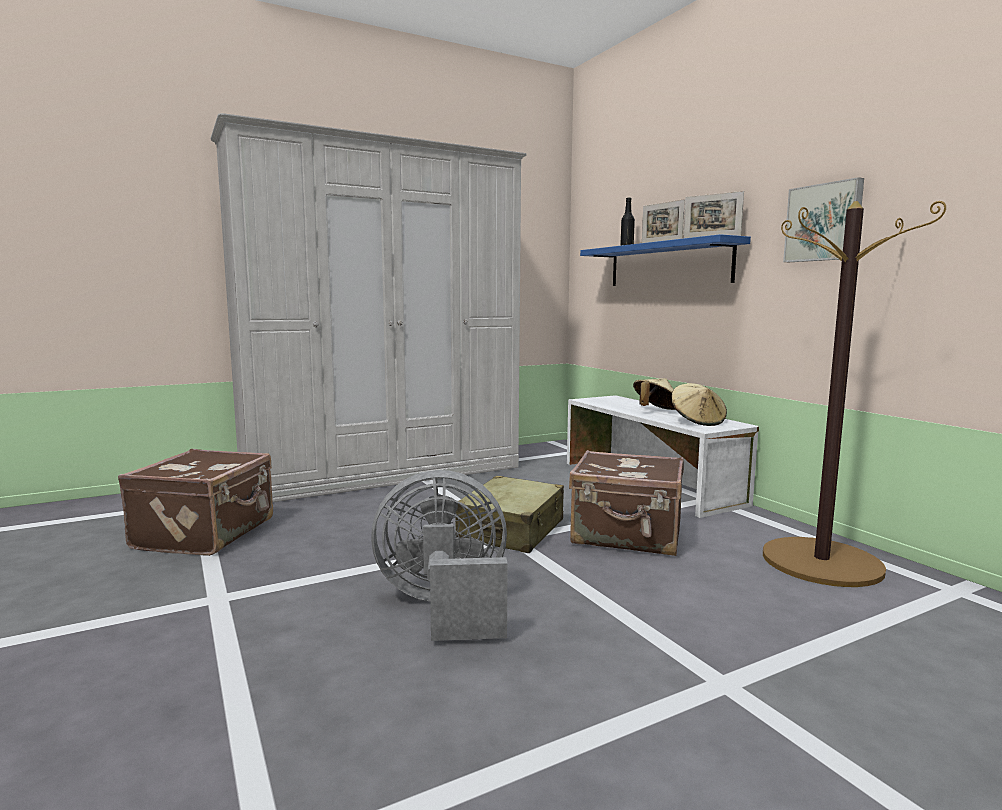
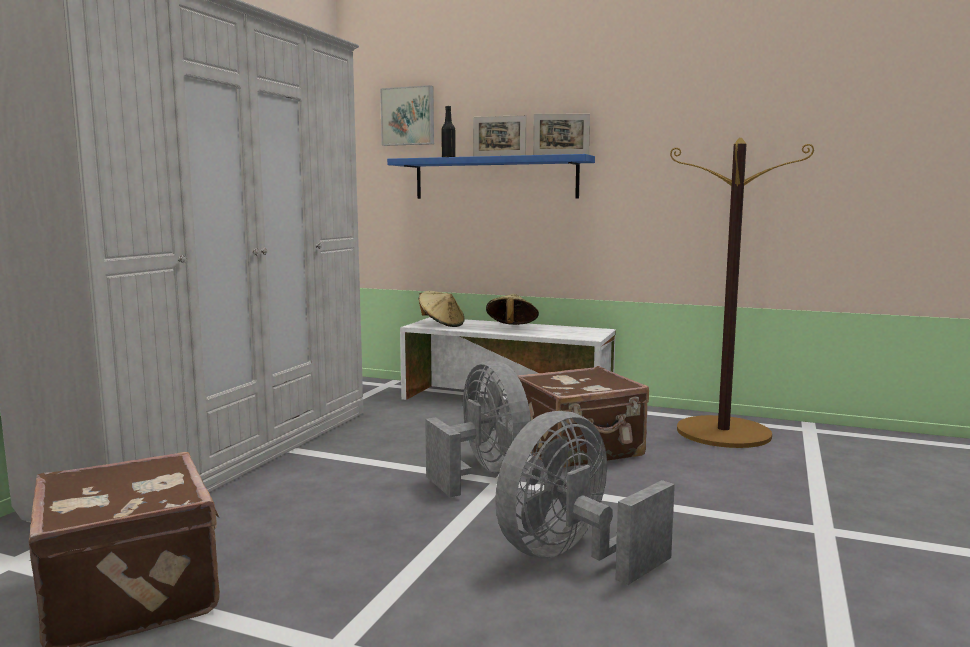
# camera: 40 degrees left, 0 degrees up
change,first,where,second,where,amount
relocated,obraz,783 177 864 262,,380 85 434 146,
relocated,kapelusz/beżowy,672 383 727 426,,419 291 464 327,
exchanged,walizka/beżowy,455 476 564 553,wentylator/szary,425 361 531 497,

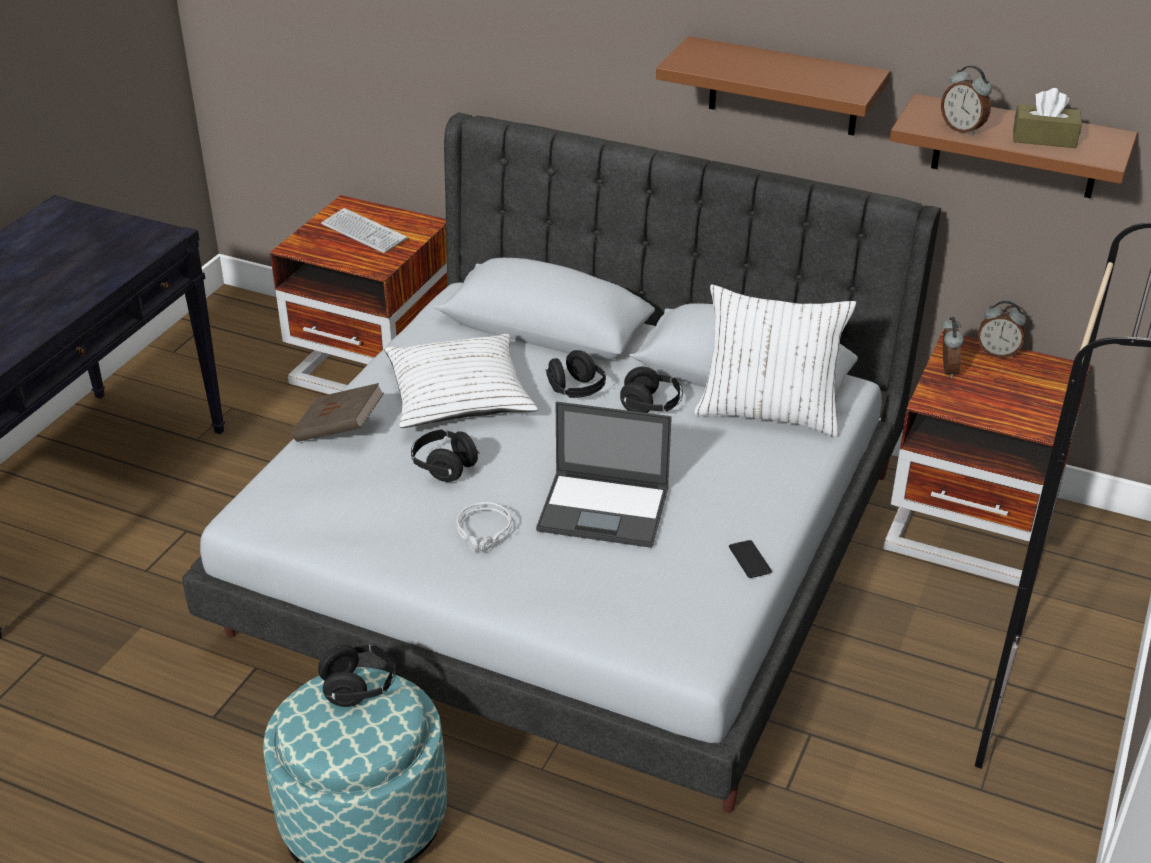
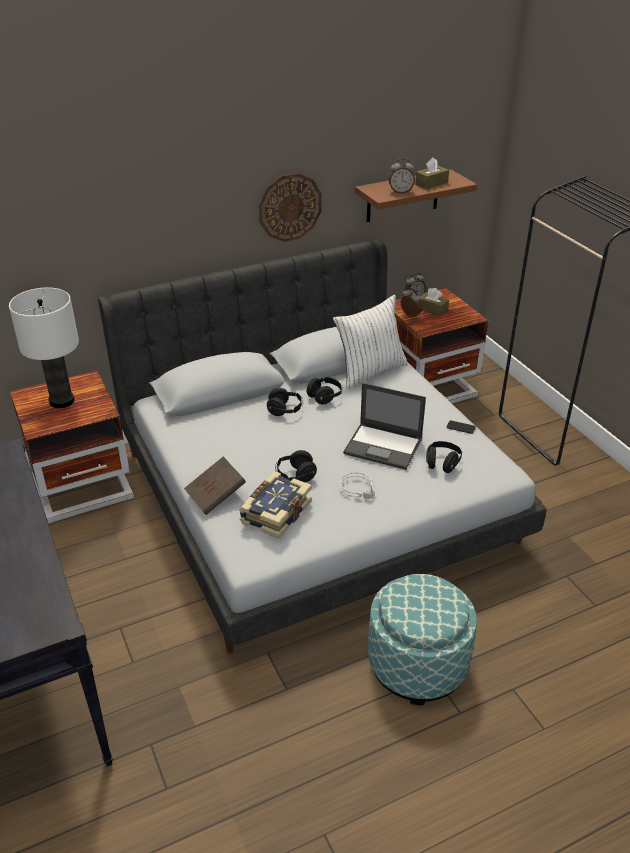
# camera: 50 degrees left, 0 degrees up
change,first,where,second,where,amount
exchanged,półka/brązowy,656 36 890 136,zegar ścienny,259 173 322 242,
exchanged,klawiatura,321 208 407 253,lampa stołowa/biały,9 287 79 408,
missing,poduszka/biały,384 333 538 428,,,
spun,laptop,536 402 672 548,,343 383 426 470,60 degrees clockwise
relocated,słuchawki/czarny,318 645 396 707,,426 441 462 473,
appeared,,,pudełko chusteczek/brązowy,420 288 449 317,
appeared,,,książka,239 471 312 539,

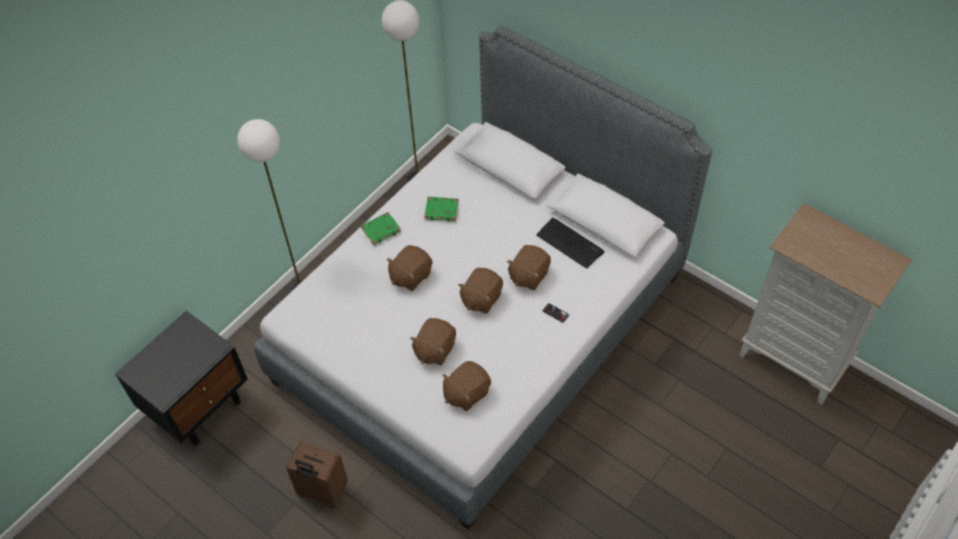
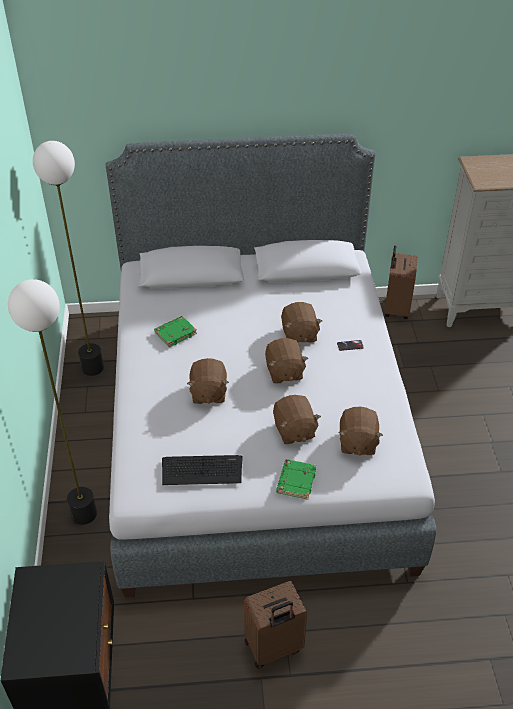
# camera: 45 degrees left, 10 degrees down
change,first,where,second,where,amount
relocated,książka/zielony,361 212 401 245,,276 460 316 500,
relocated,klawiatura,536 217 605 269,,162 455 243 485,
appeared,,,walizka/brązowy,384 245 418 319,

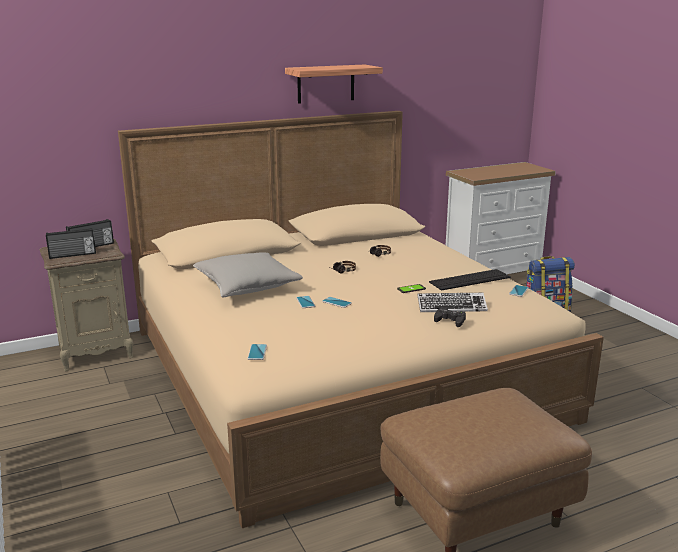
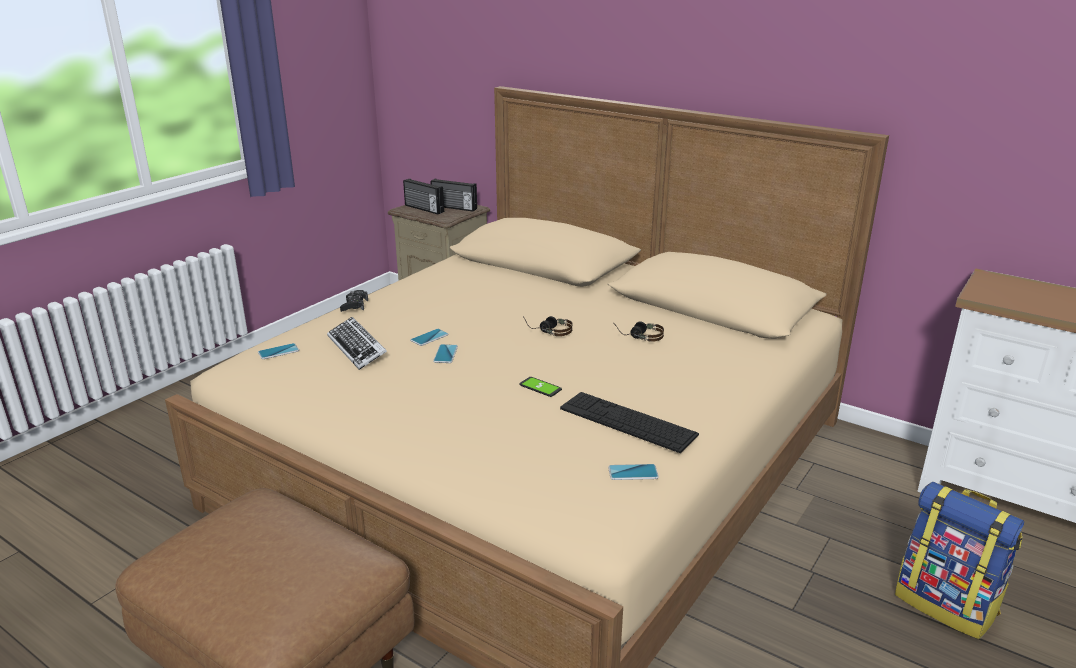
# camera: 60 degrees right, 5 degrees up
change,first,where,second,where,amount
missing,półka,285 64 383 104,,,
missing,poduszka/szary,193 253 303 297,,,
relocated,klawiatura,417 293 488 312,,327 317 387 370,
relocated,pad do gier/czarny,434 307 466 327,,340 290 368 312,

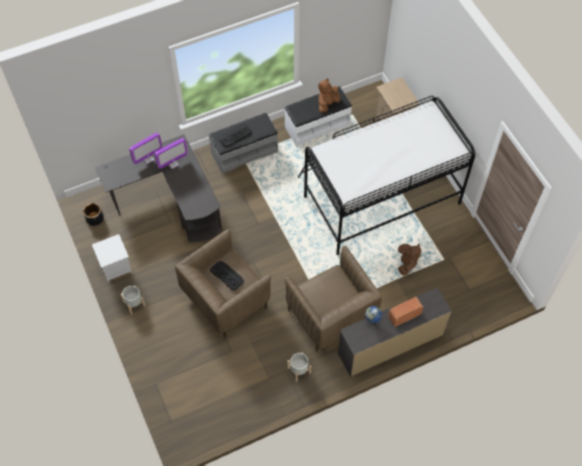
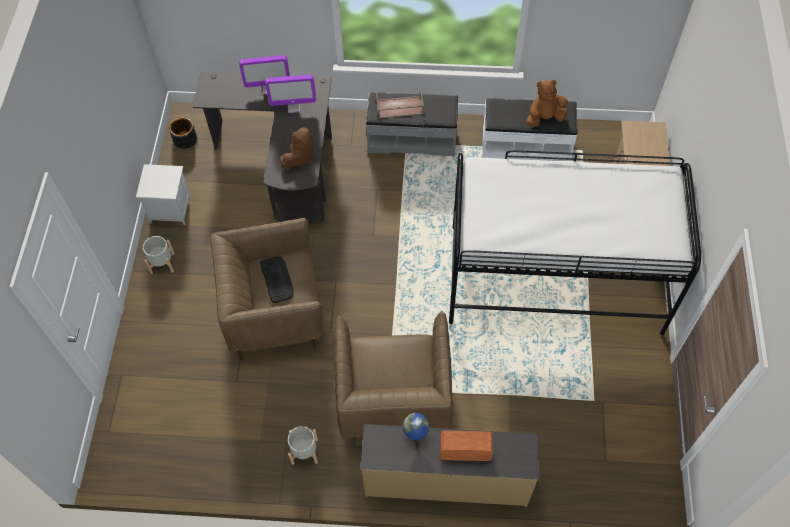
# camera: 30 degrees right, 0 degrees up
change,first,where,second,where,amount
exchanged,klawiatura,219 124 251 147,taca/brązowy,376 88 424 119,
relocated,pluszak/brązowy,398 244 421 276,,280 127 314 169,

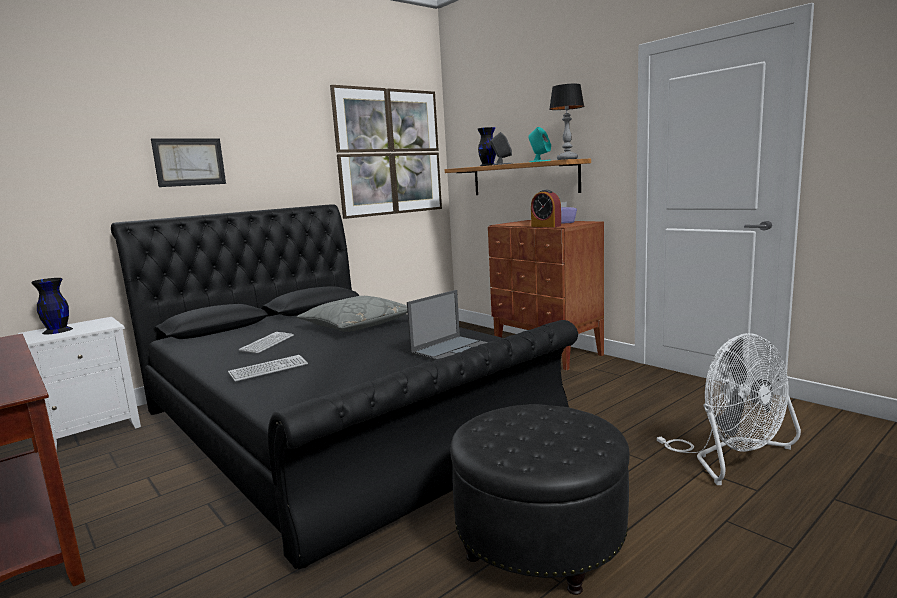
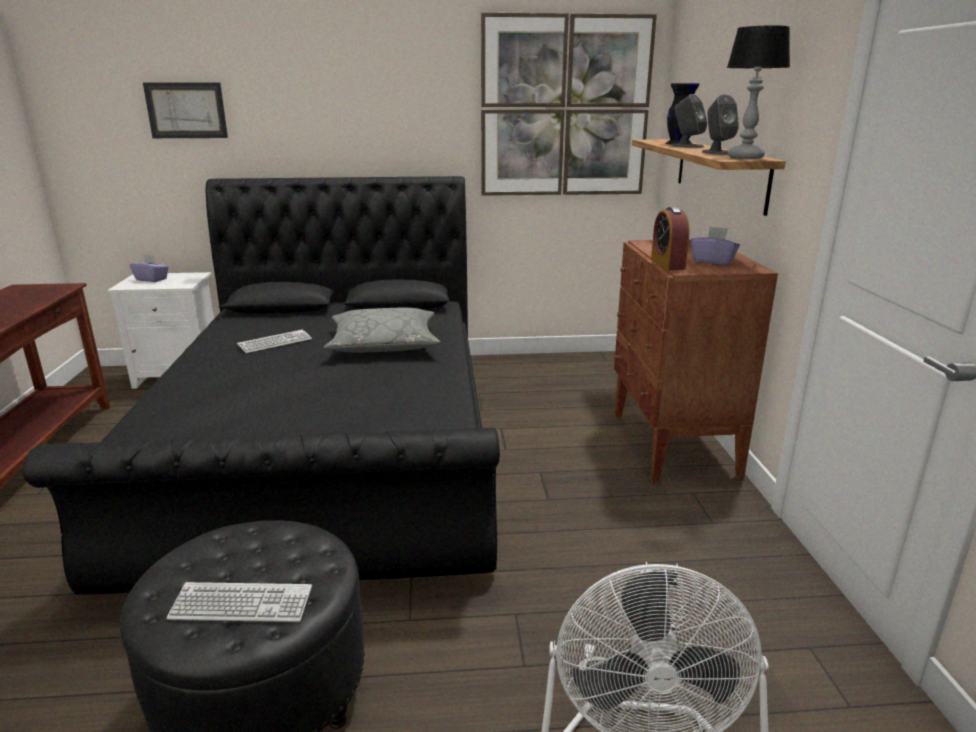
# camera: 35 degrees right, 10 degrees up
change,first,where,second,where,amount
colour,głośnik/turkusowy,528 127 551 162,głośnik/szary,702 94 739 155,
relocated,obraz,151 138 226 187,,143 82 228 138,
exchanged,wazon/czarny,31 278 73 334,pudełko chusteczek/fioletowy,130 254 169 282,
missing,laptop,407 290 488 360,,,
relocated,klawiatura,228 355 308 382,,166 582 312 622,

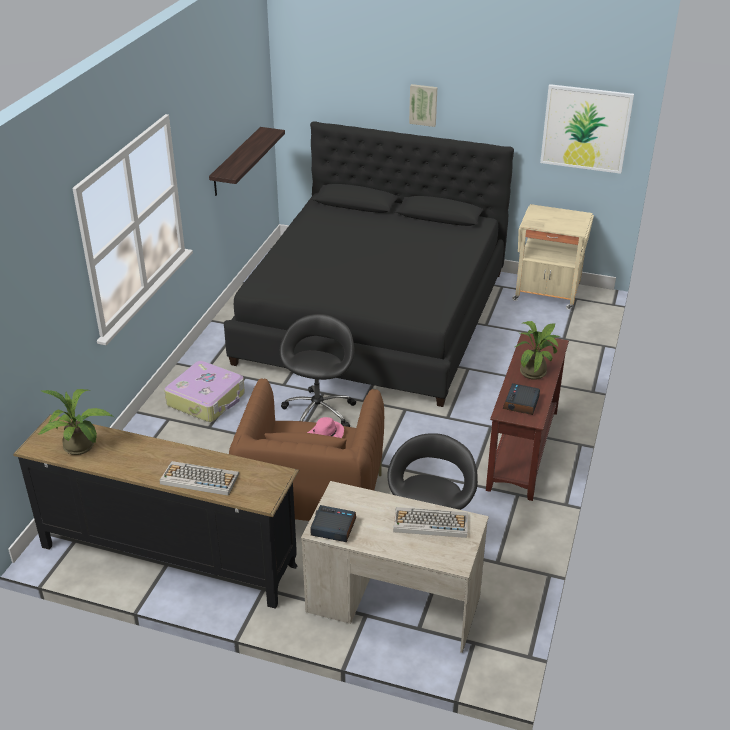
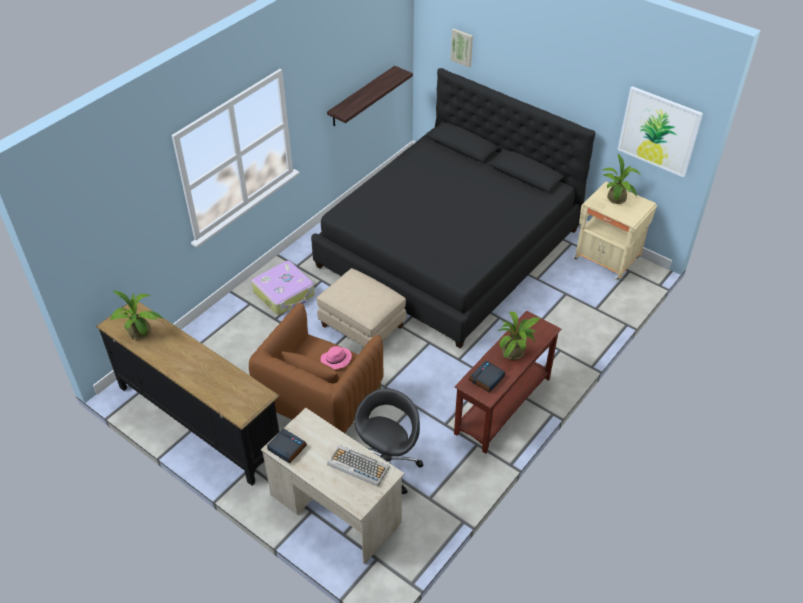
# camera: 20 degrees right, 10 degrees up
change,first,where,second,where,amount
relocated,obraz,409 84 437 127,,451 29 473 68,
exchanged,krzesło biurowe/czarny,280 314 356 427,pufa/beżowy,317 268 407 347,
missing,klawiatura,160 461 239 496,,,
appeared,,,roślina doniczkowa,601 154 641 204,

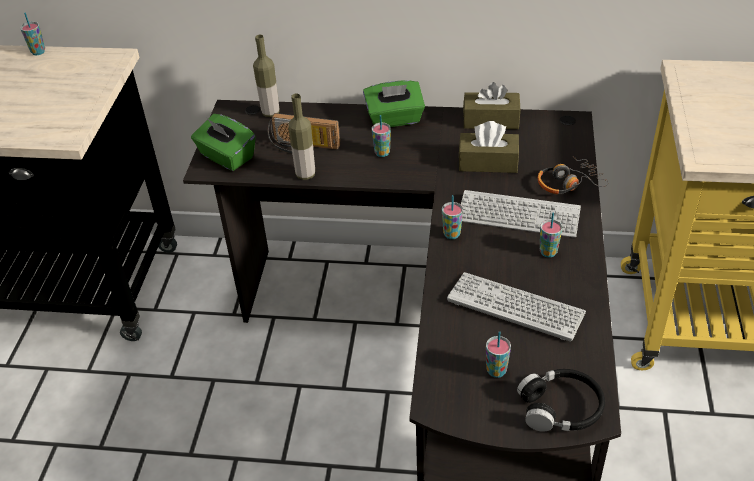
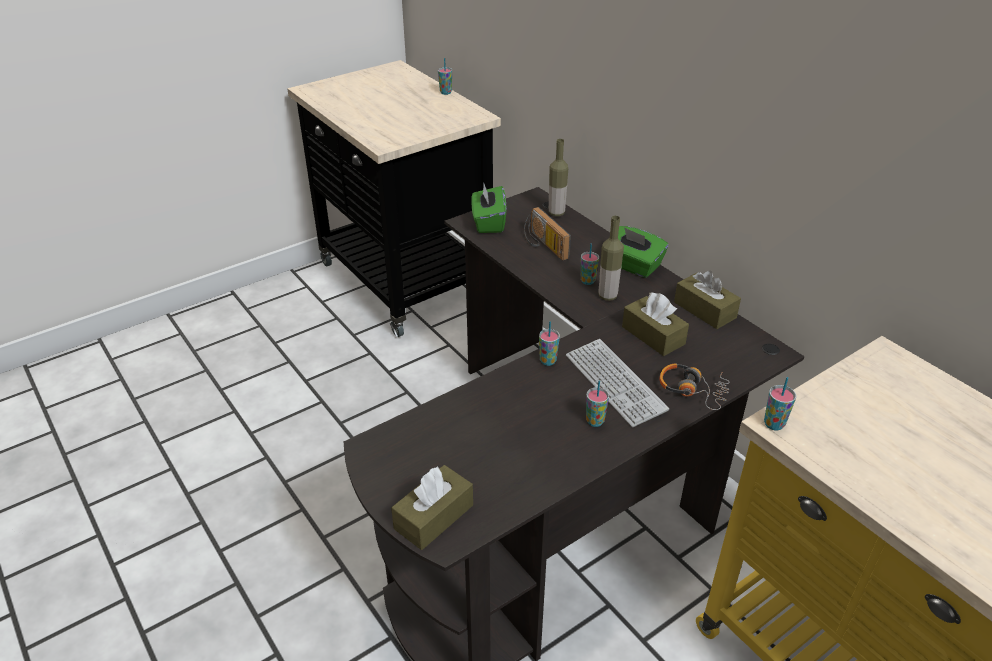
# camera: 45 degrees right, 5 degrees down
change,first,where,second,where,amount
relocated,butelka,288 94 315 180,,598 216 624 301,
missing,klawiatura,447 272 586 341,,,
relocated,filiżanka,486 331 511 378,,764 377 796 430,
exchanged,słuchawki/czarny,517 369 605 432,pudełko chusteczek/brązowy,391 465 473 550,

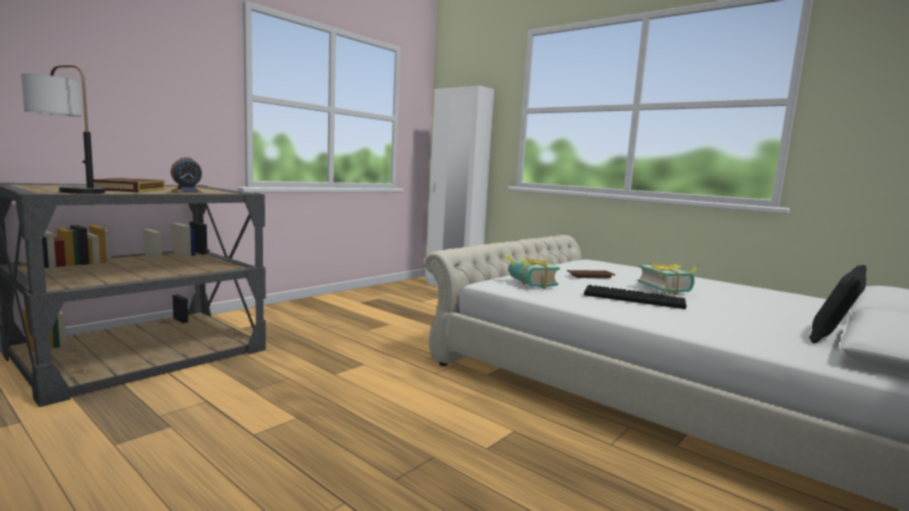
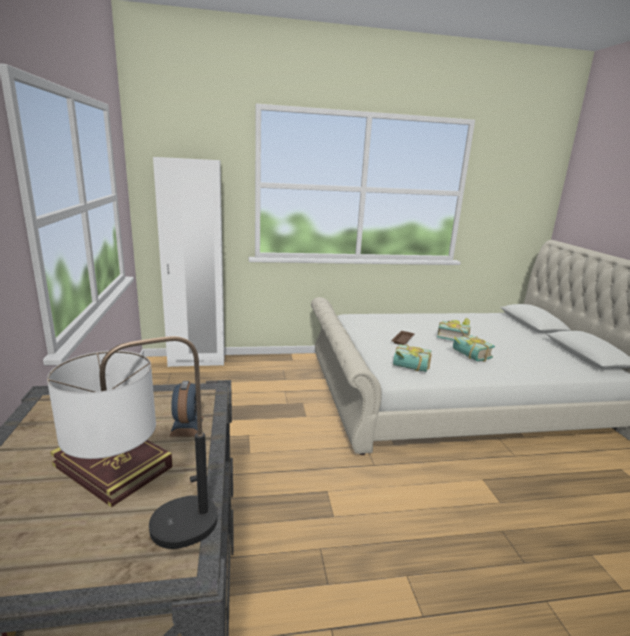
# camera: 50 degrees left, 10 degrees up
change,first,where,second,where,amount
missing,poduszka/czarny,809 265 867 343,,,
exchanged,klawiatura,584 285 686 309,książka,453 335 495 362,

